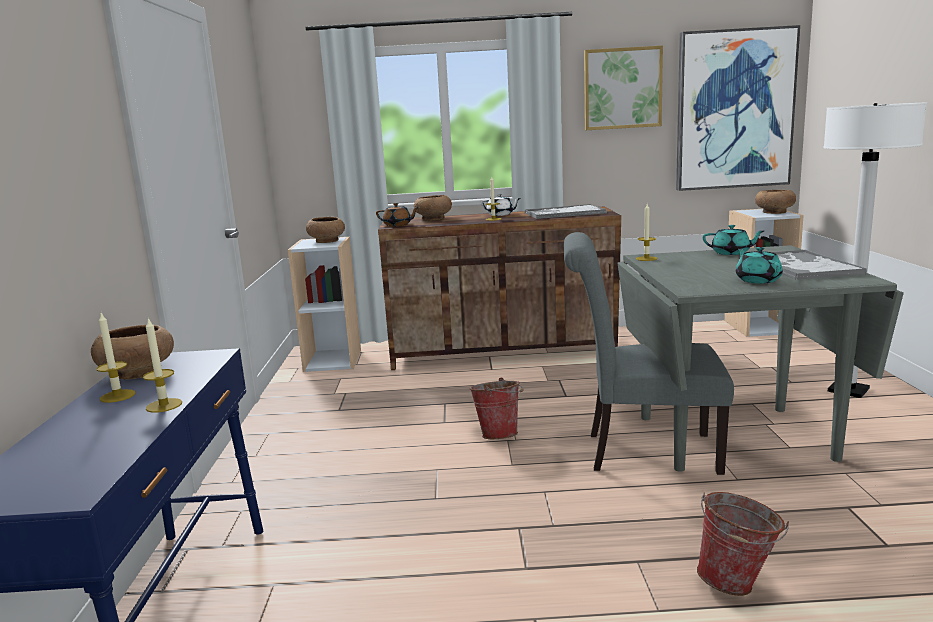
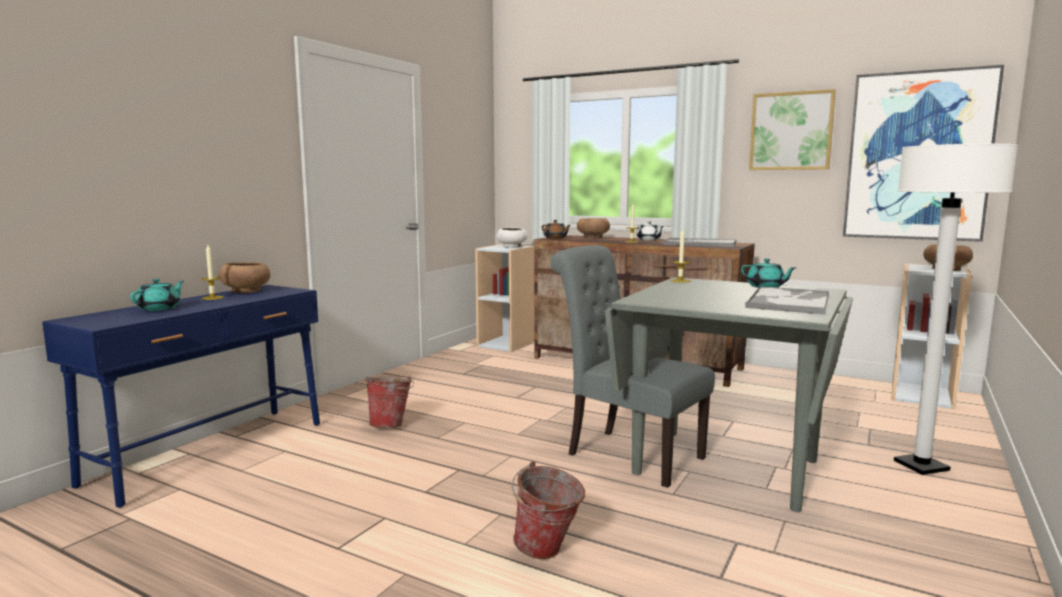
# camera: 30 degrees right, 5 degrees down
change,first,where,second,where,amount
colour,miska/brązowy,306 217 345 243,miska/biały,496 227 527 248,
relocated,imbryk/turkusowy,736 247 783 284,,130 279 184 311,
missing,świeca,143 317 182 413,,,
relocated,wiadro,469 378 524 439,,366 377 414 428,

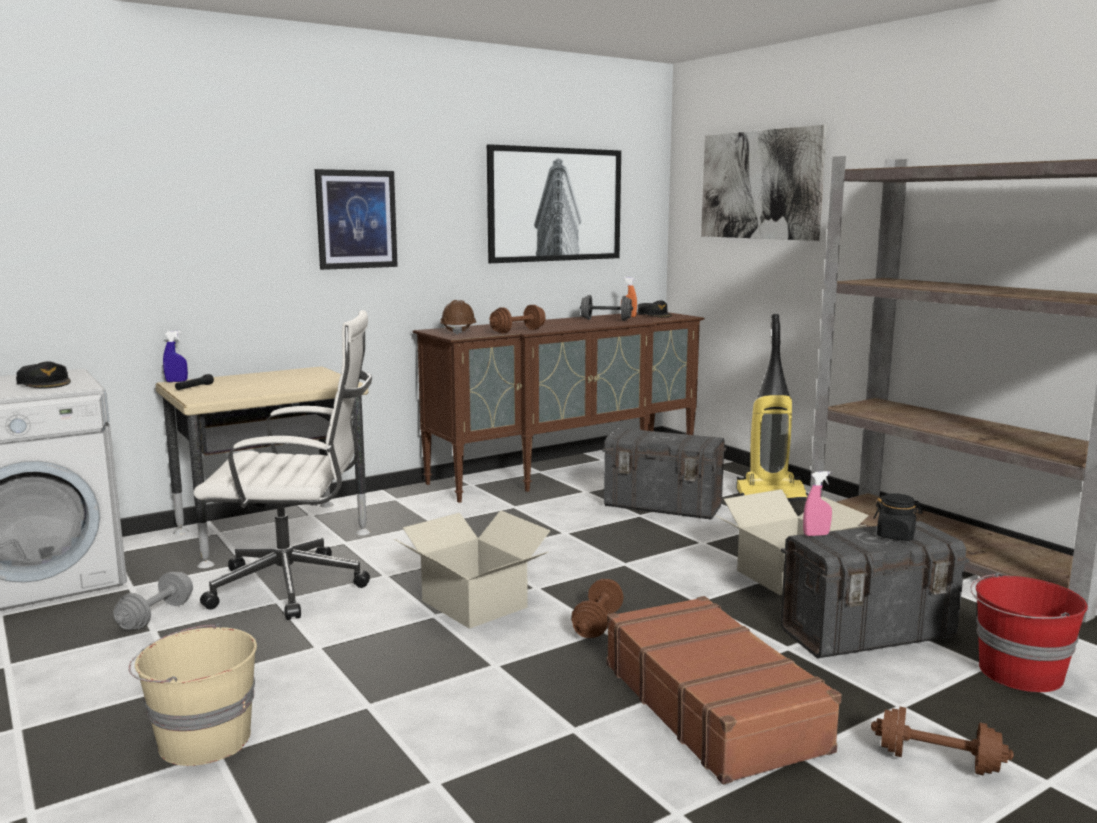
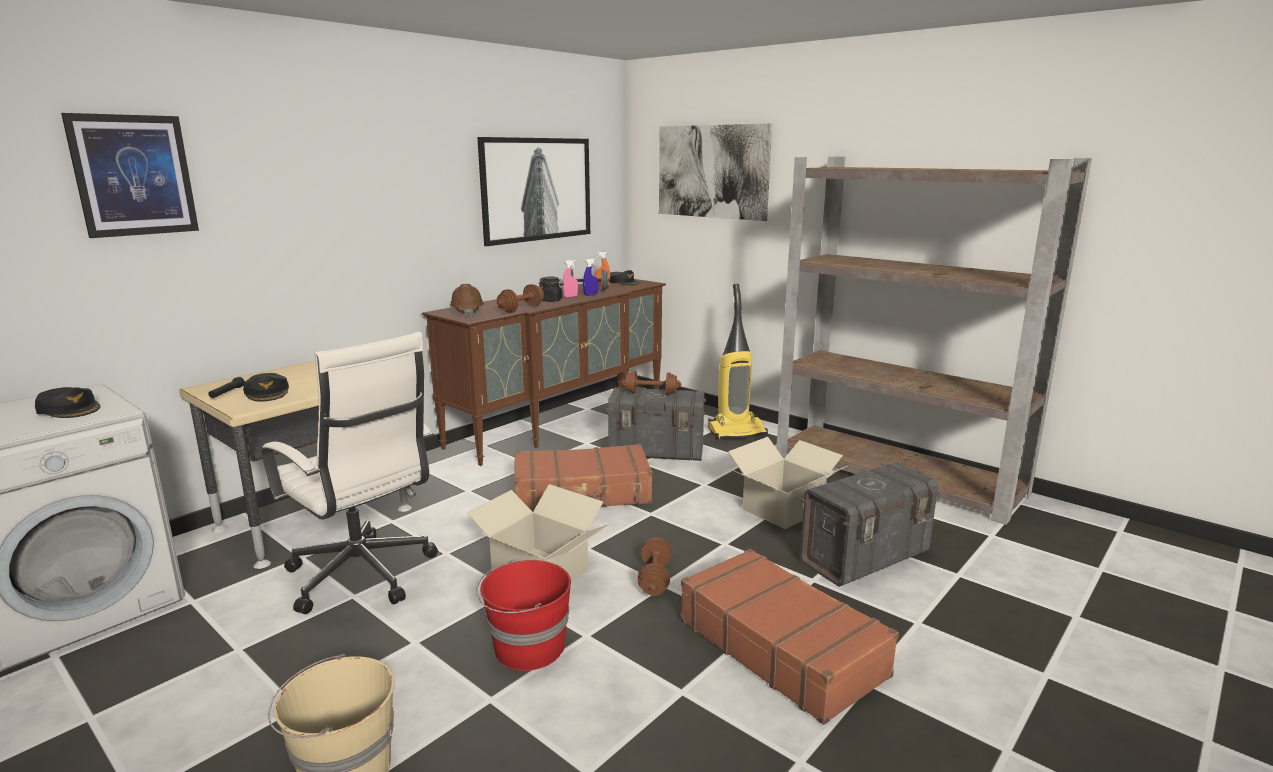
# camera: 15 degrees left, 5 degrees up
change,first,where,second,where,amount
relocated,obraz,315 169 398 270,,61 113 199 238,
spun,krzesło biurowe/biały,194 310 372 620,,262 332 438 614,60 degrees clockwise
relocated,spryskiwacz/niebieski,163 331 188 382,,583 259 598 296,
relocated,spryskiwacz/różowy,803 471 832 536,,562 260 578 298,
relocated,słoik/czarny,873 493 923 541,,539 277 564 302,
missing,hantel/szary,114 572 193 630,,,
relocated,wiadro/czerwony,970 573 1088 692,,476 559 571 671,
relocated,hantel/brązowy,871 707 1014 775,,621 371 681 395,
appeared,,,czapka z daszkiem/czarny,243 373 289 402,
appeared,,,walizka/brązowy,514 444 652 512,

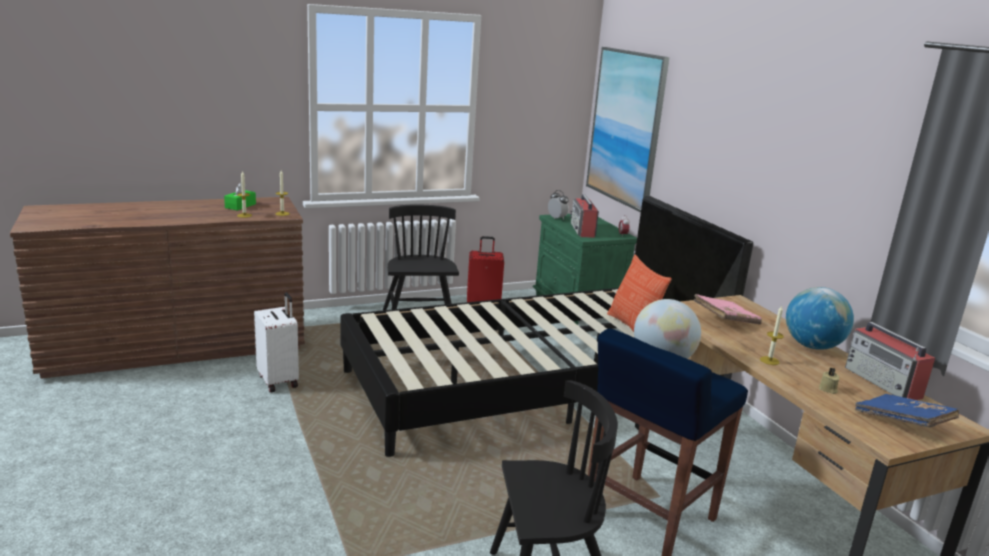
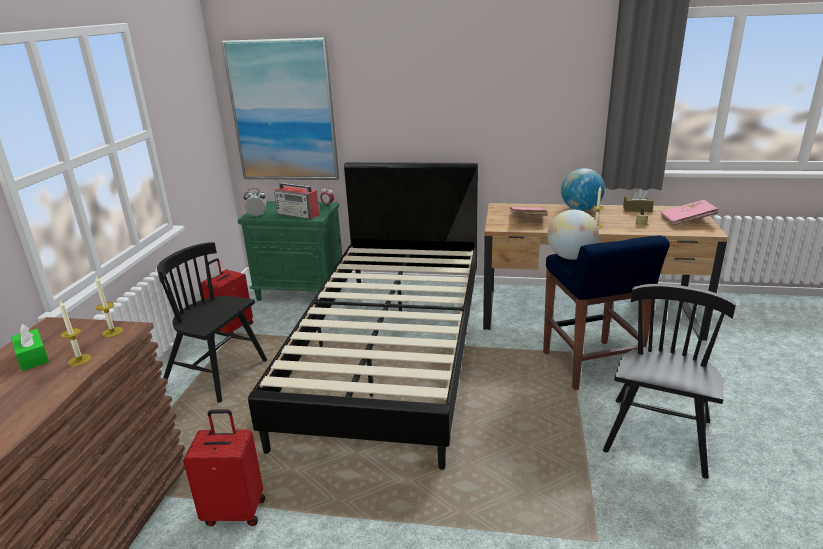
# camera: 55 degrees left, 5 degrees up
change,first,where,second,where,amount
missing,poduszka/pomarańczowy,607 255 672 332,,,
colour,walizka/biały,254 292 299 392,walizka/czerwony,183 409 265 526,
exchanged,radio,845 322 935 400,pudełko chusteczek/brązowy,623 189 654 212,
colour,książka/niebieski,855 394 959 428,książka/różowy,661 200 719 226,

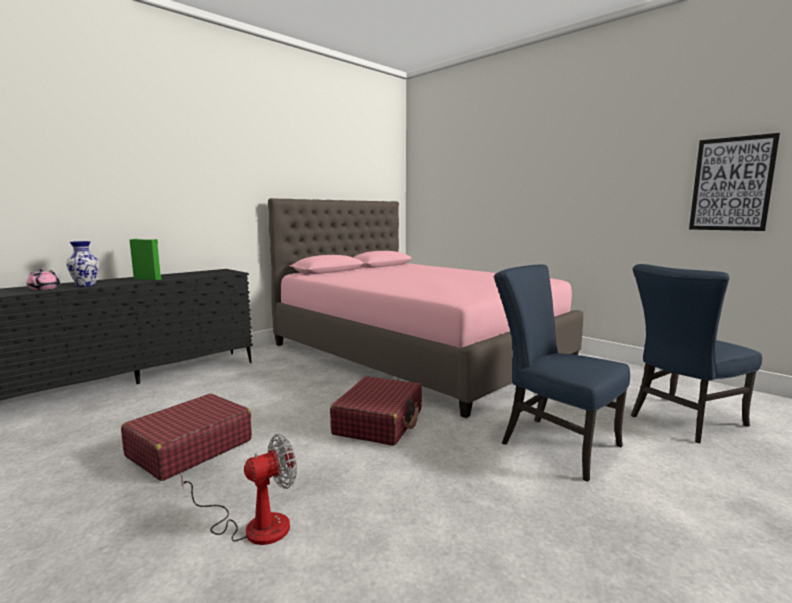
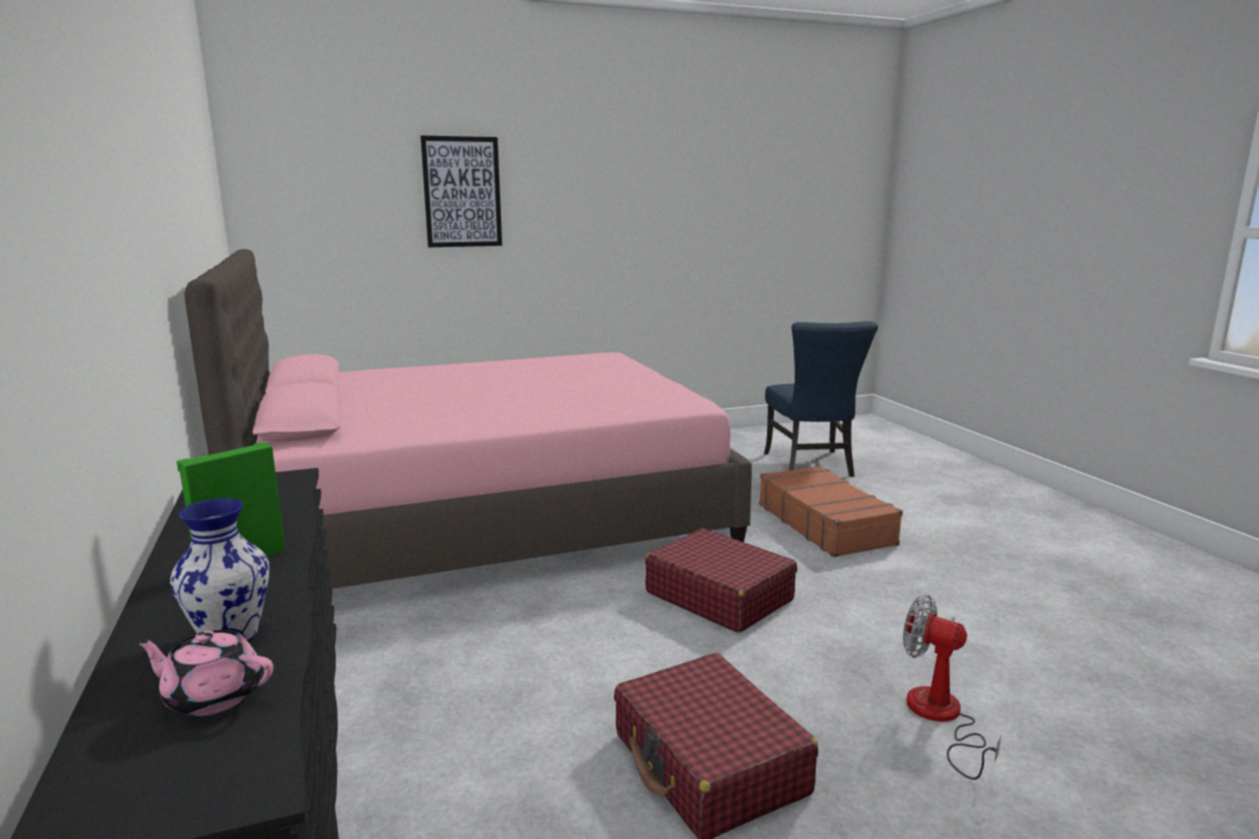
# camera: 65 degrees left, 5 degrees up
change,first,where,second,where,amount
relocated,obraz,689 133 780 231,,420 136 502 247,
exchanged,krzesło/niebieski,494 264 630 482,walizka/brązowy,759 465 903 557,
spun,wentylator,181 434 297 545,,903 595 1001 780,45 degrees counterclockwise

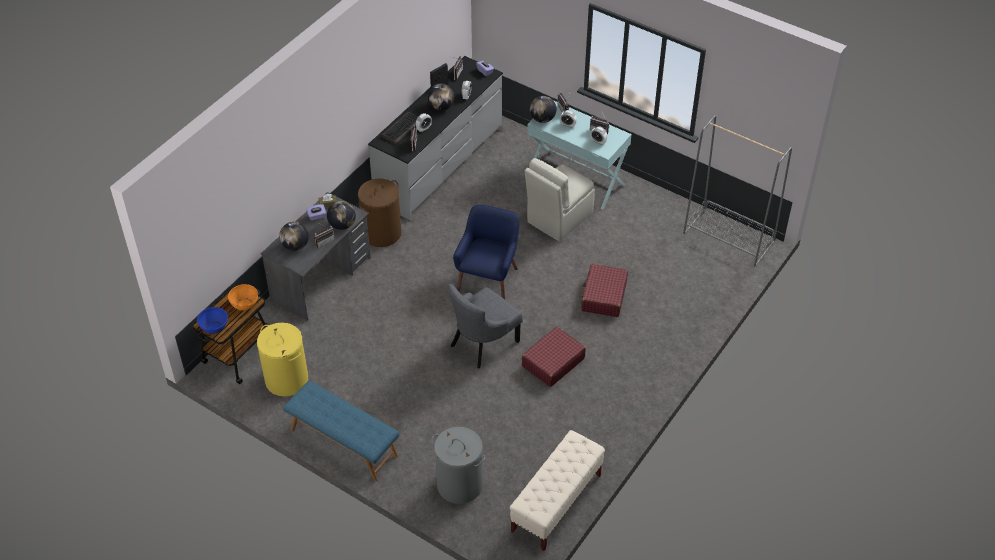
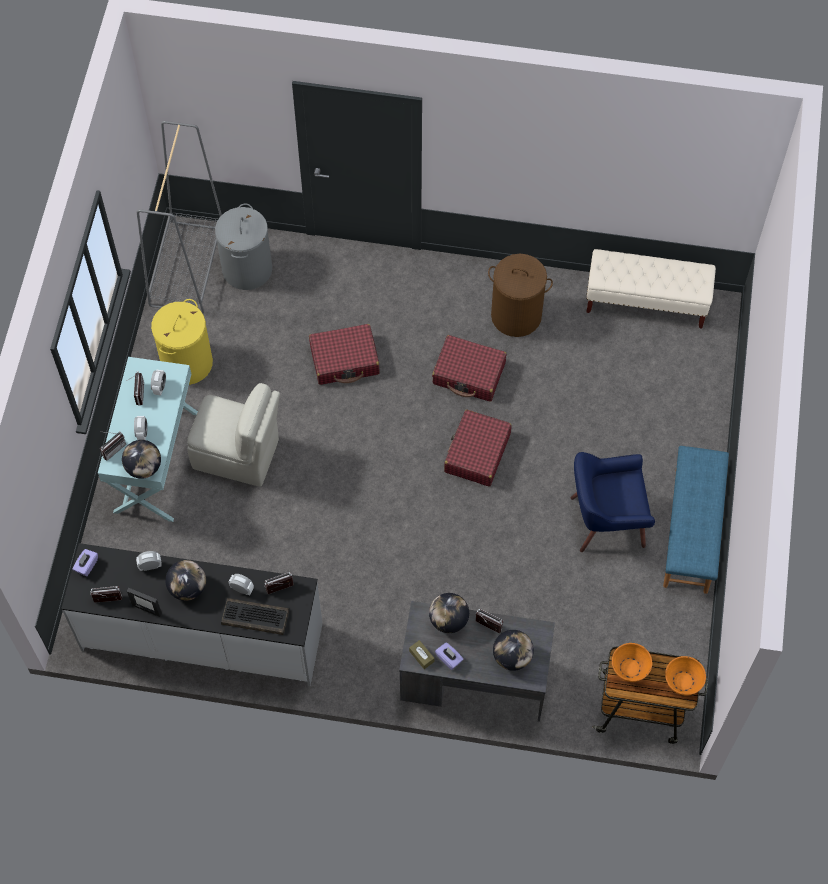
# camera: 115 degrees left, 15 degrees up
change,first,where,second,where,amount
relocated,kosz na pranie/brązowy,358 178 402 247,,488 254 553 337,
relocated,fotel/niebieski,453 205 519 299,,571 452 655 552,
exchanged,fotel/szary,448 284 523 369,walizka/czerwony,444 410 512 487,
colour,miska/niebieski,197 307 228 334,miska/pomarańczowy,665 656 706 695,
relocated,kosz na pranie/żółty,257 323 308 396,,151 299 213 385,
relocated,kosz na pranie/szary,431 427 485 504,,215 203 272 290,

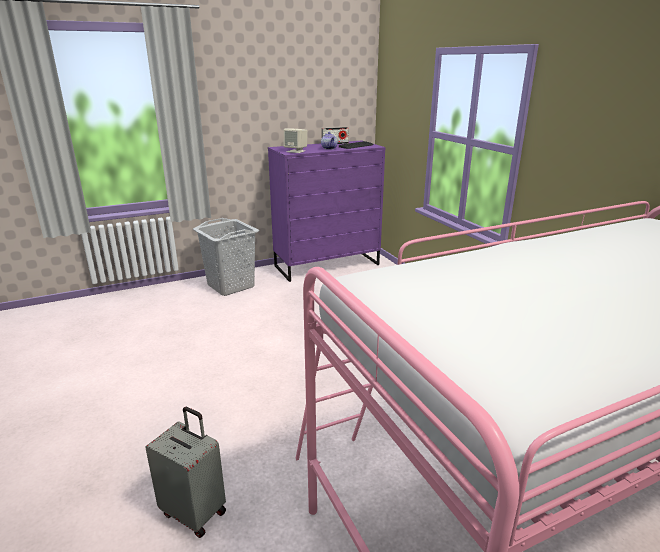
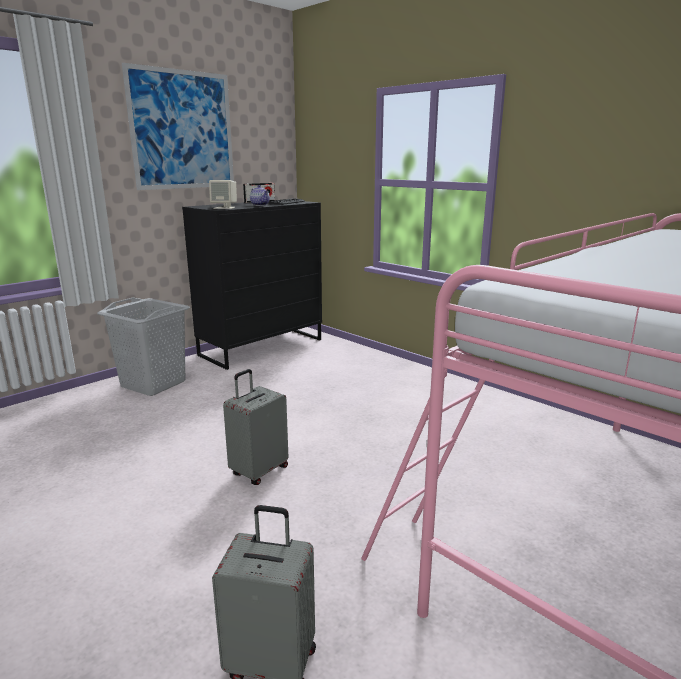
# camera: 20 degrees left, 5 degrees down
change,first,where,second,where,amount
colour,komoda/fioletowy,268 141 385 282,komoda/czarny,182 201 322 370,
appeared,,,obraz,122 63 234 190,
appeared,,,walizka/szary,223 369 288 485,

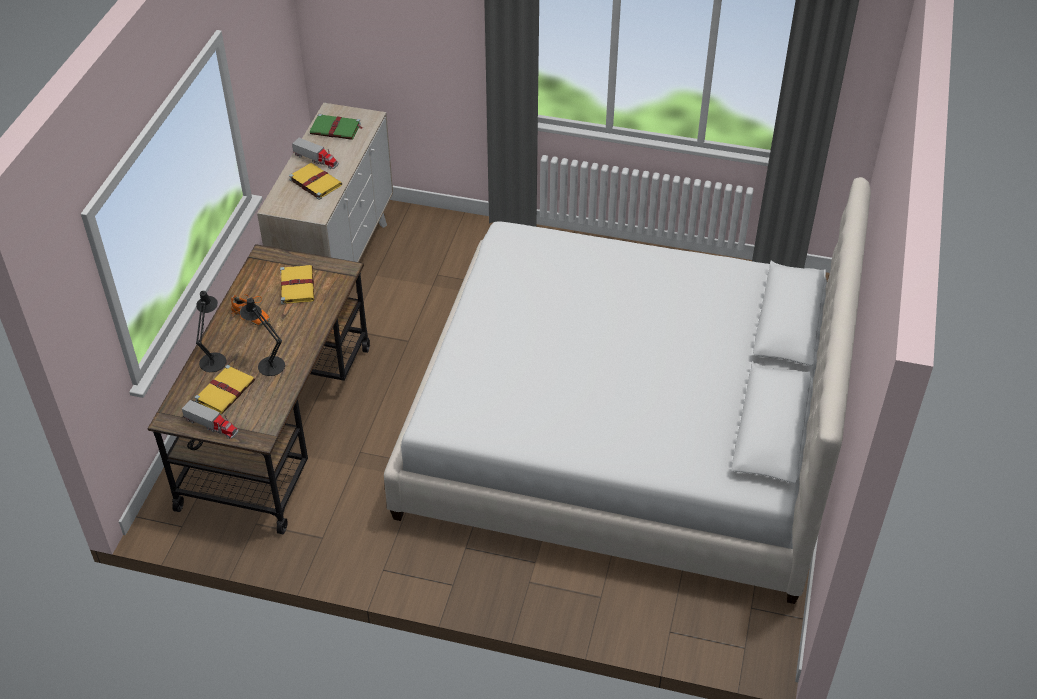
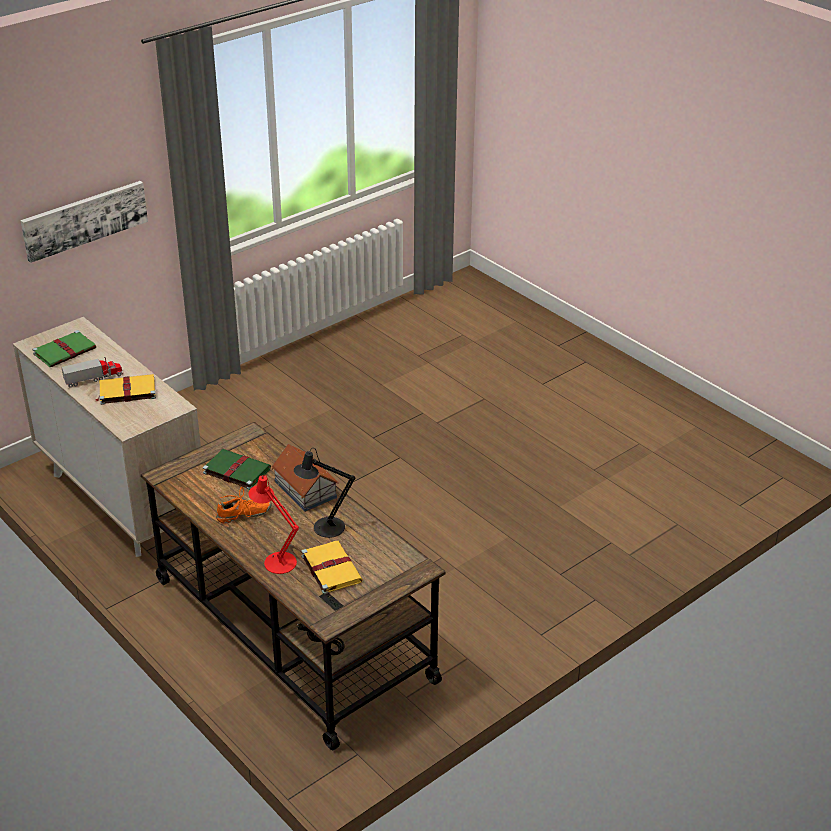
# camera: 55 degrees left, 10 degrees down
change,first,where,second,where,amount
missing,łóżko/biały,384 177 871 604,,,
colour,książka/żółty,280 265 314 305,książka/zielony,203 449 271 490,
colour,lampa stołowa/czarny,196 291 227 372,lampa stołowa/czerwony,248 475 299 574,
missing,ciężarówka zabawkowa,182 400 239 439,,,
appeared,,,obraz,20 181 148 263,
appeared,,,domek,272 444 338 512,

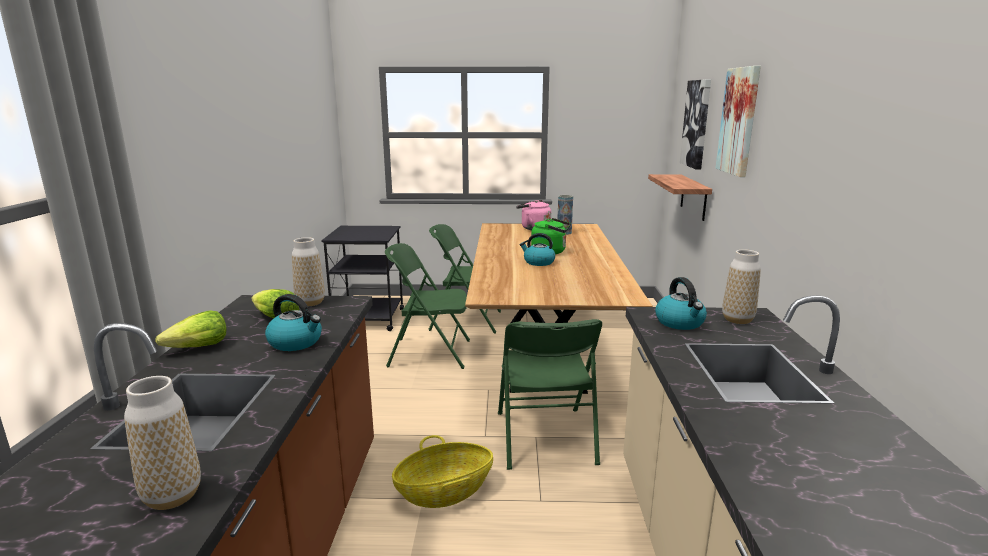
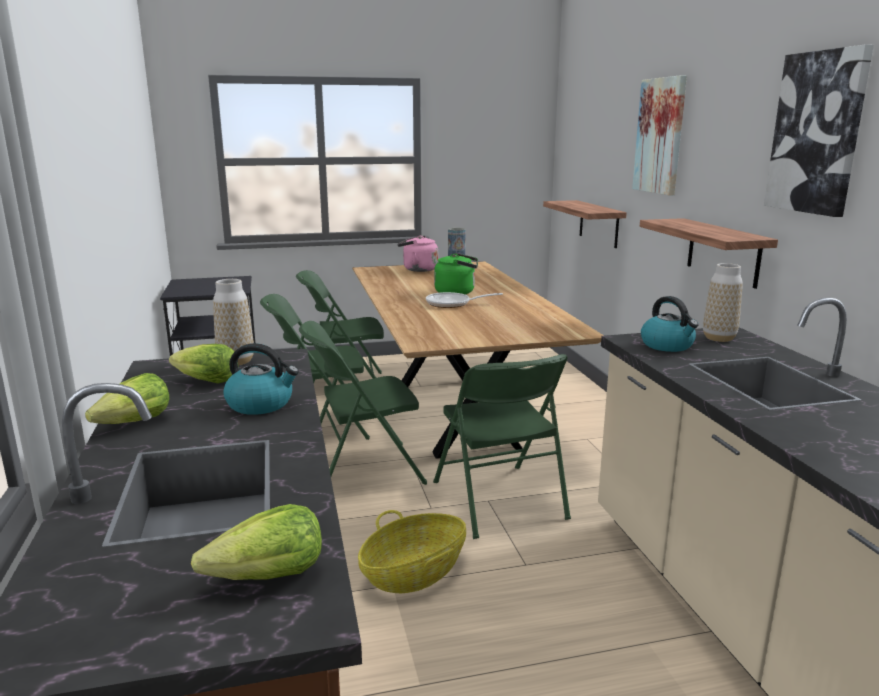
# camera: 15 degrees left, 0 degrees up
change,first,where,second,where,amount
relocated,obraz,680 79 711 170,,764 44 874 217,
exchanged,czajnik,520 233 555 266,patelnia,426 292 503 308,
exchanged,wazon,124 376 201 510,sałata,191 504 322 580,
appeared,,,półka,640 218 778 289,
appeared,,,krzesło/zielony,299 321 427 485,

